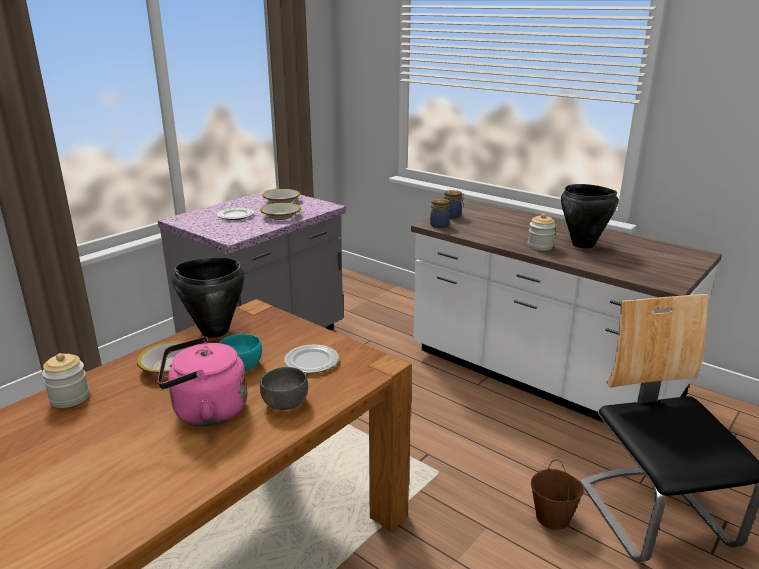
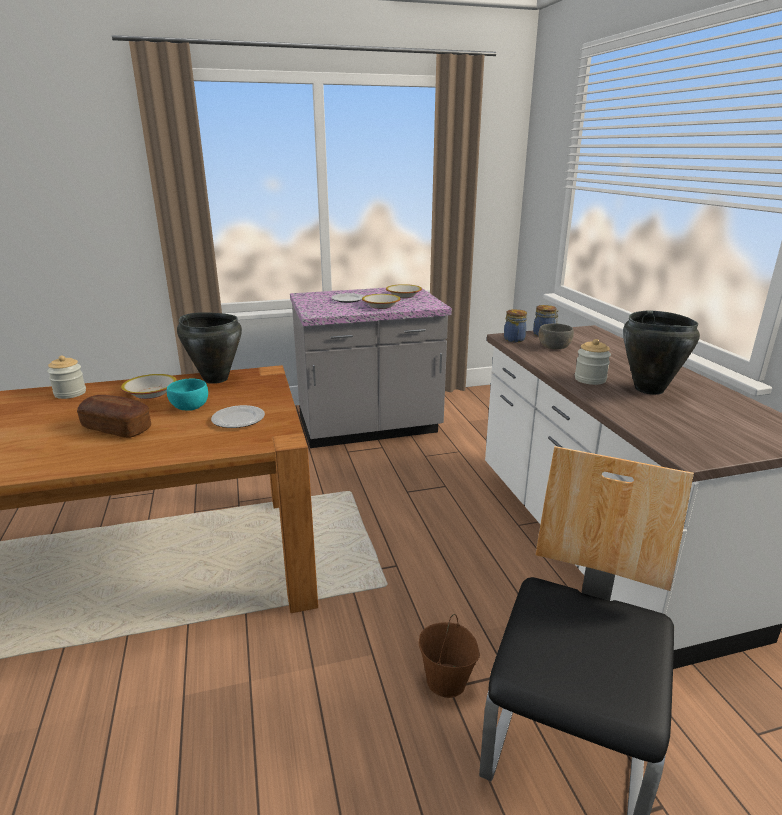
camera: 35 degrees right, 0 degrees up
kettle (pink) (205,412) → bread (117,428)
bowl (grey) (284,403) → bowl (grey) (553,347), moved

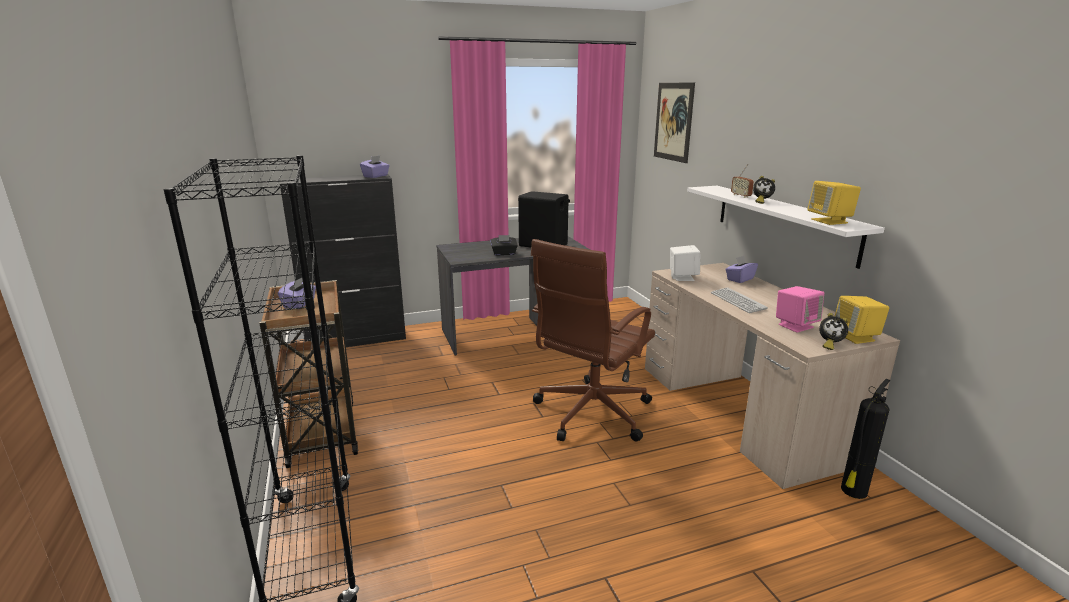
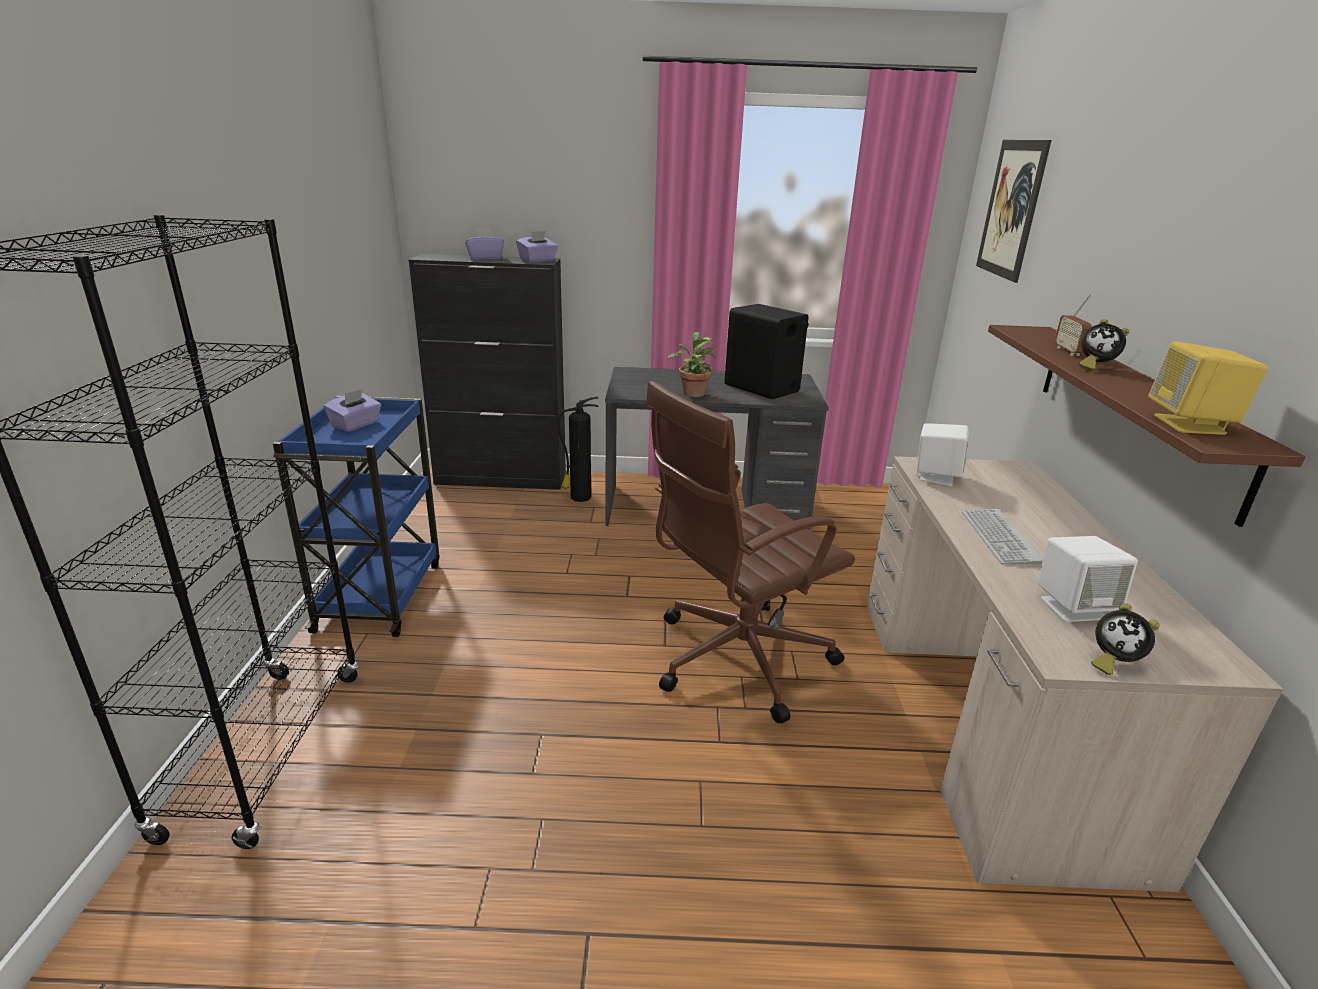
camera: 20 degrees right, 5 degrees up
cart (brown) (322,431) → cart (blue) (380,594)
tissue box (purple) (739,279) → tissue box (purple) (485,258), moved
fire extinguisher (853,492) → fire extinguisher (579,497), moved
tissue box (black) (504,253) → potted plant (692,393)
shelf (white) (783,222) → shelf (brown) (1133,410)
speaker (pink) (795,326) → speaker (white) (1073,608)
speaker (yellow) (856,337) → -

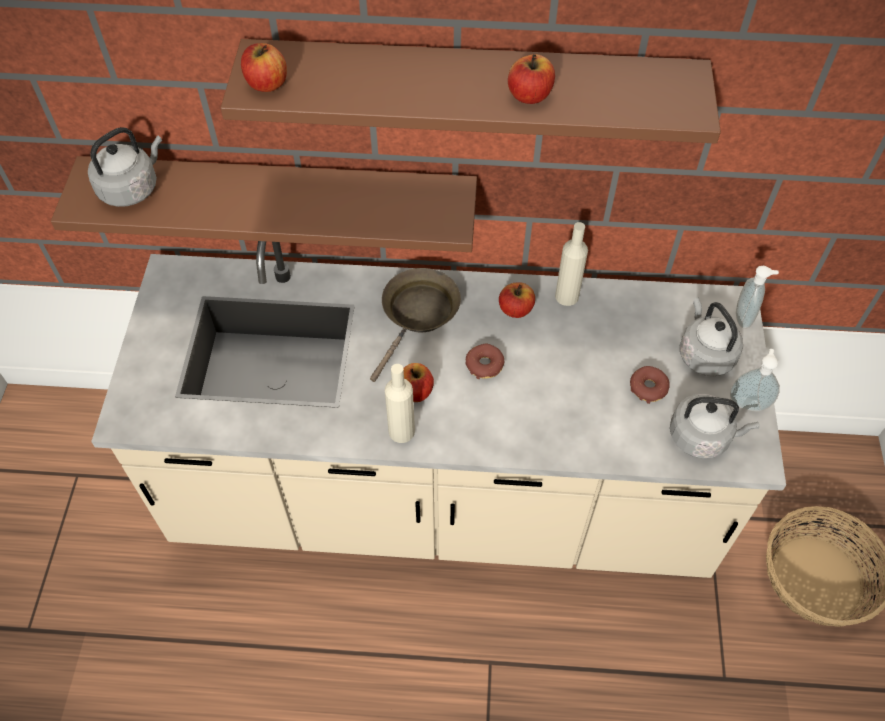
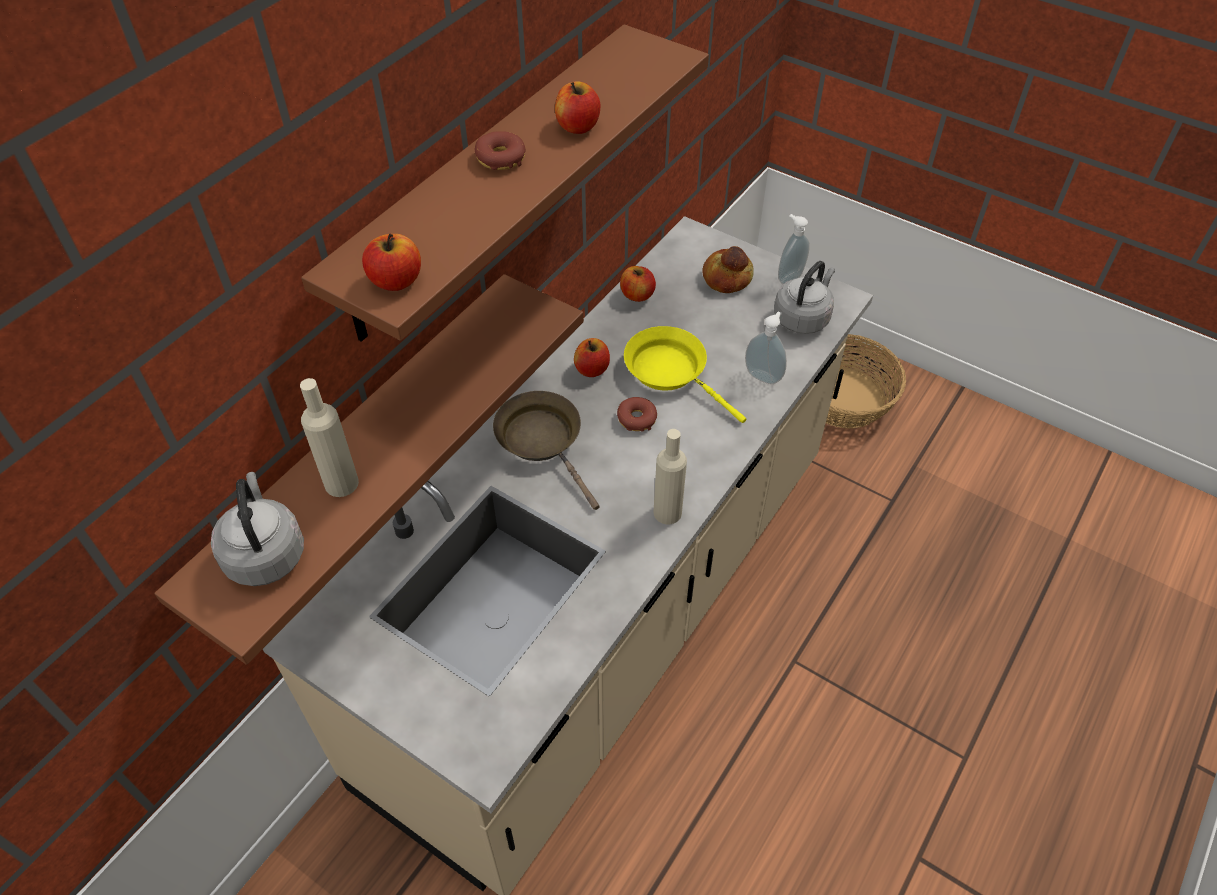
camera: 60 degrees left, 5 degrees down
bottle (beige) (567,296) → bottle (beige) (341,483), moved
donut (648,387) → donut (500,158), moved
apple (416,391) → apple (637,295), moved
- → frying pan (yellow) (671,372)
kettle (grey) (704,354) → bread (726,277)
soap dispenser (744,317) → soap dispenser (763,375), moved

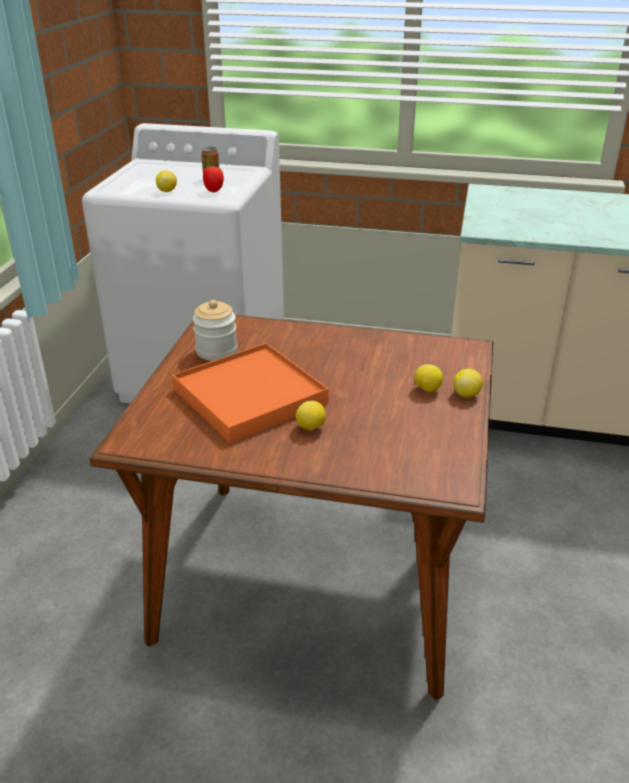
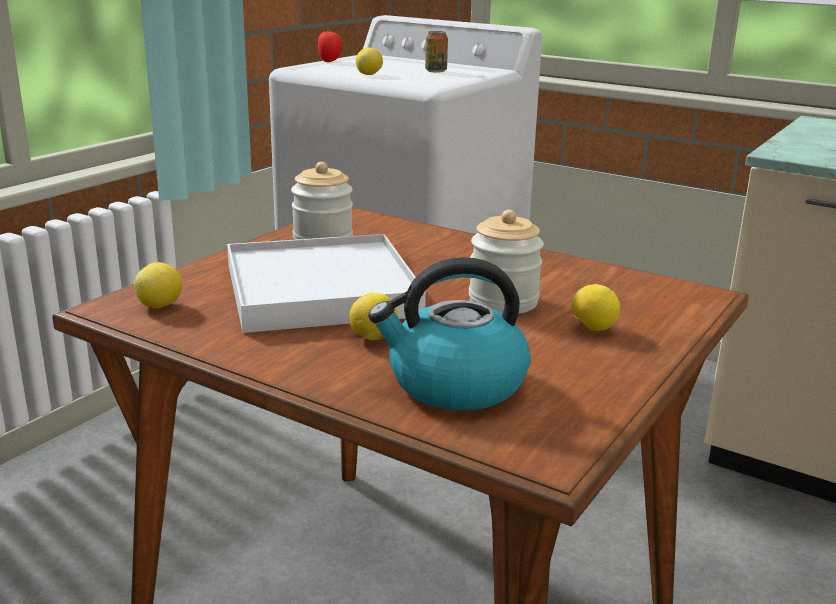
camera: 20 degrees right, 10 degrees down
lemon (466,394) → lemon (161,306), moved
tray (orange) (249,396) → tray (white) (320,291)
tomato (214,190) → tomato (330,61), moved
- → kettle (454,384)
- → jar (503,301)

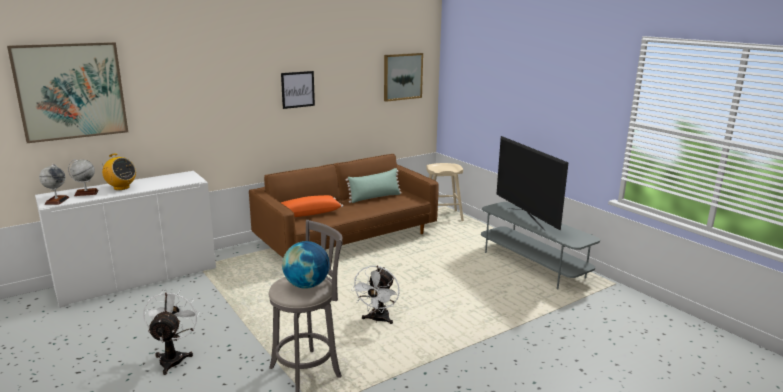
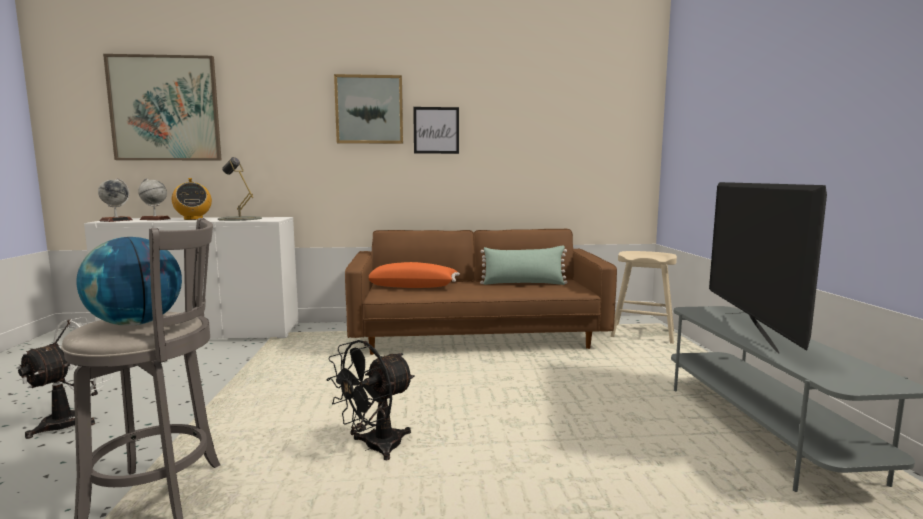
camera: 30 degrees right, 10 degrees down
- → table lamp (grey) (239,219)
fan (white) (377,320) → fan (black) (374,448)
picture (402,76) → picture (369,110), moved

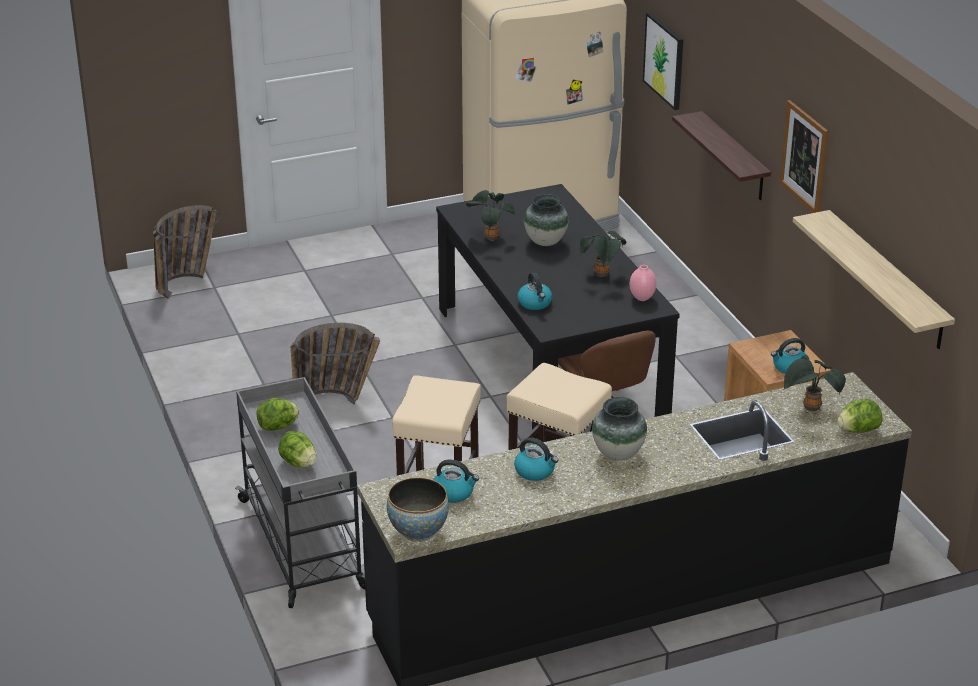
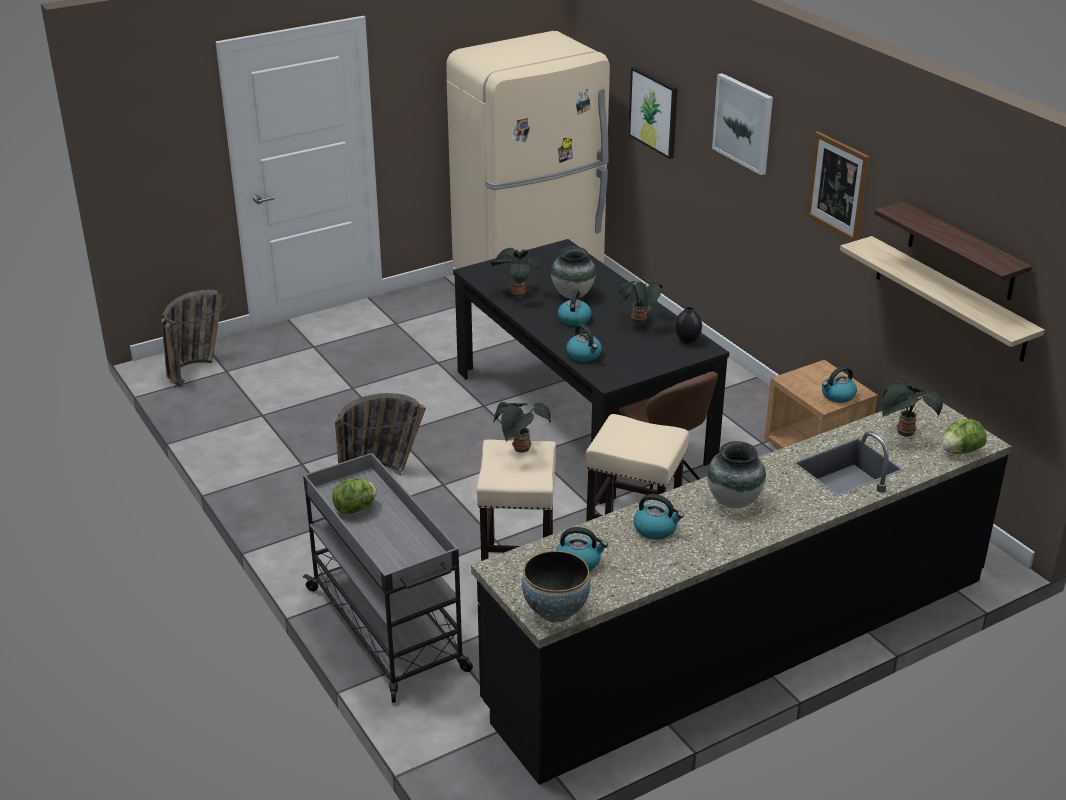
camera: 10 degrees left, 0 degrees up
- → potted plant (521,450)
- → kettle (574,319)
vase (pink) (642,298) → vase (black) (687,340)
- → picture (743,123)
shelf (734,157) → shelf (961,252), moved
lettuce (298,463) → -

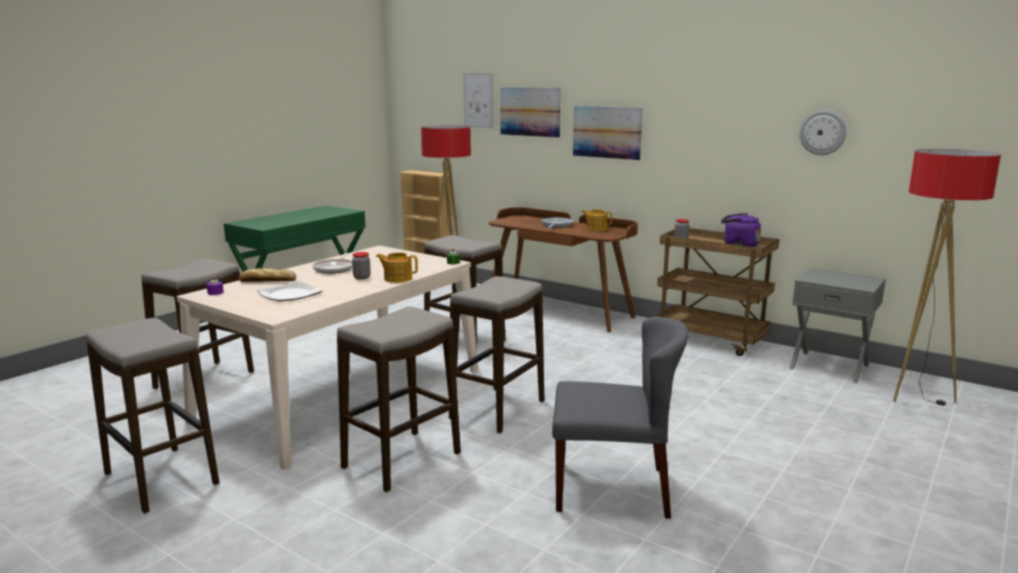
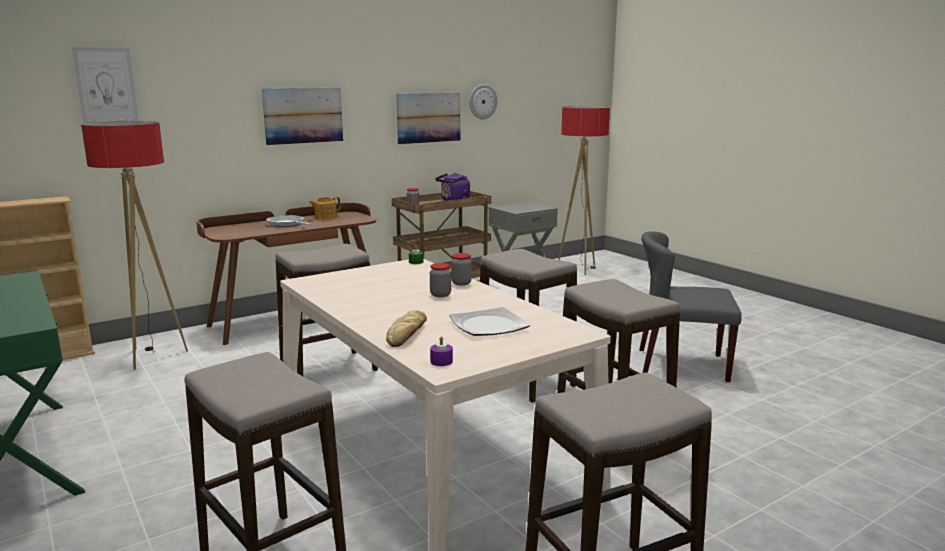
camera: 70 degrees left, 0 degrees up
picture (530,111) → picture (429,117), moved
teapot (397,278) → jar (461,283)
chair (grey) (612,489) → chair (grey) (681,365), 105 degrees counterclockwise
frying pan (334,269) → -

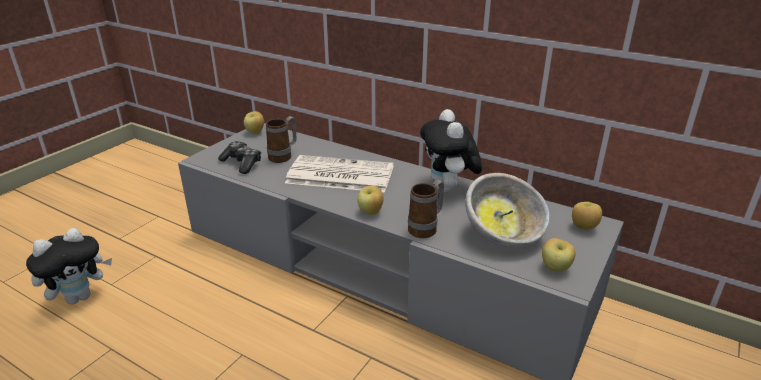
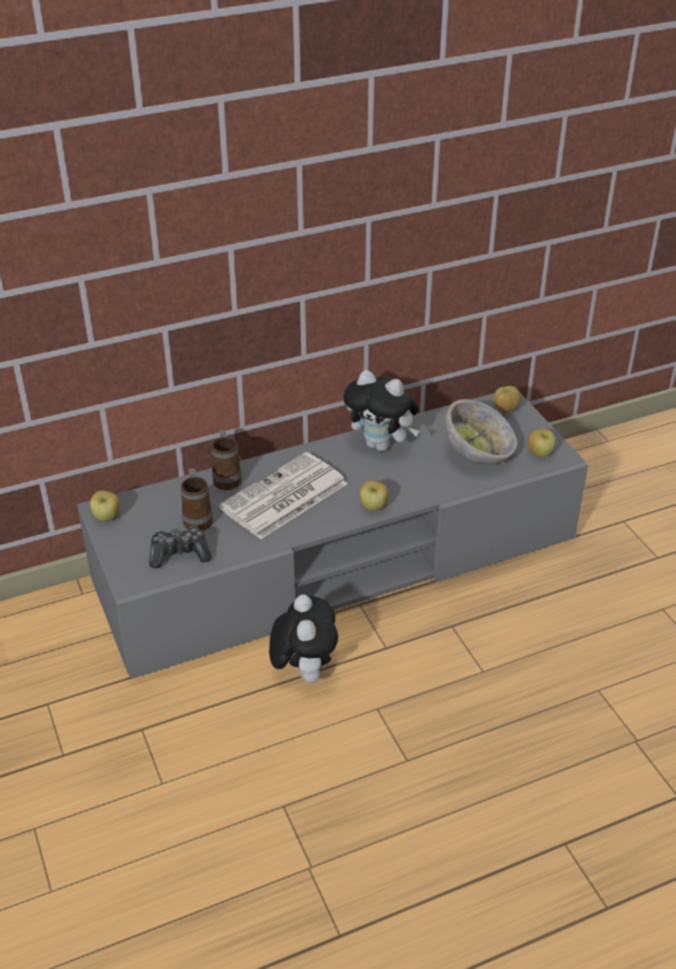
camera: 55 degrees left, 10 degrees up
mug (426,228) → mug (227,477), moved
plush toy (80,297) → plush toy (304,671), moved

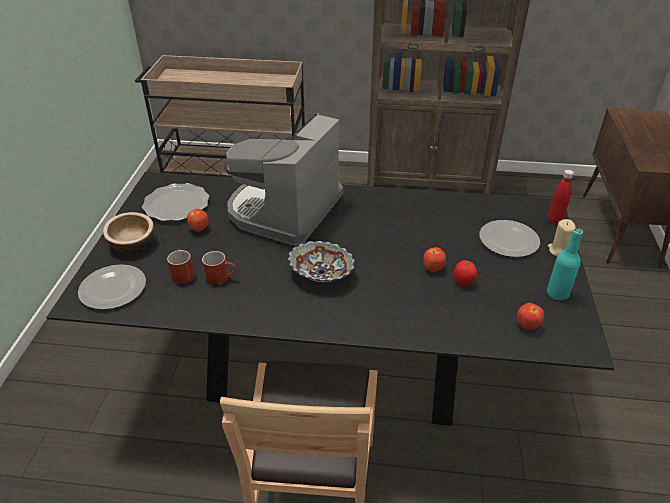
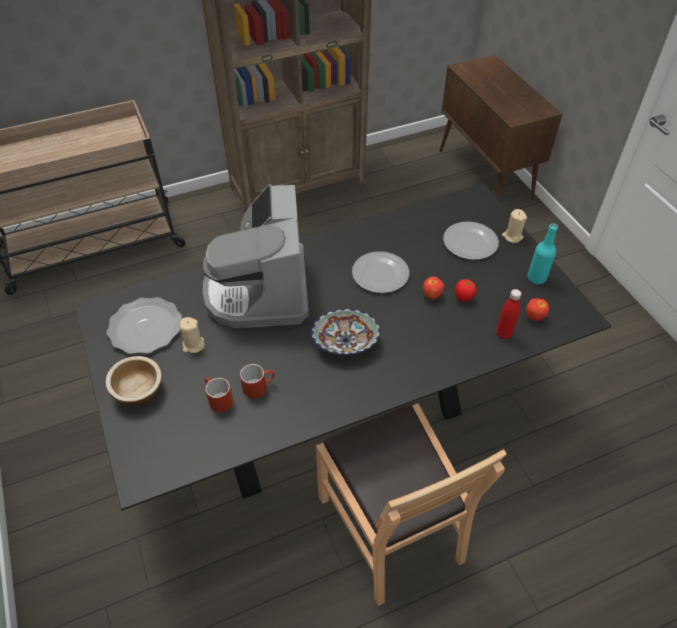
camera: 30 degrees left, 10 degrees up
apple (199,229) → candle (beige) (193,345)
plate (113,289) → plate (381,274), moved
bottle (red) (555,220) → bottle (red) (503,334), moved

